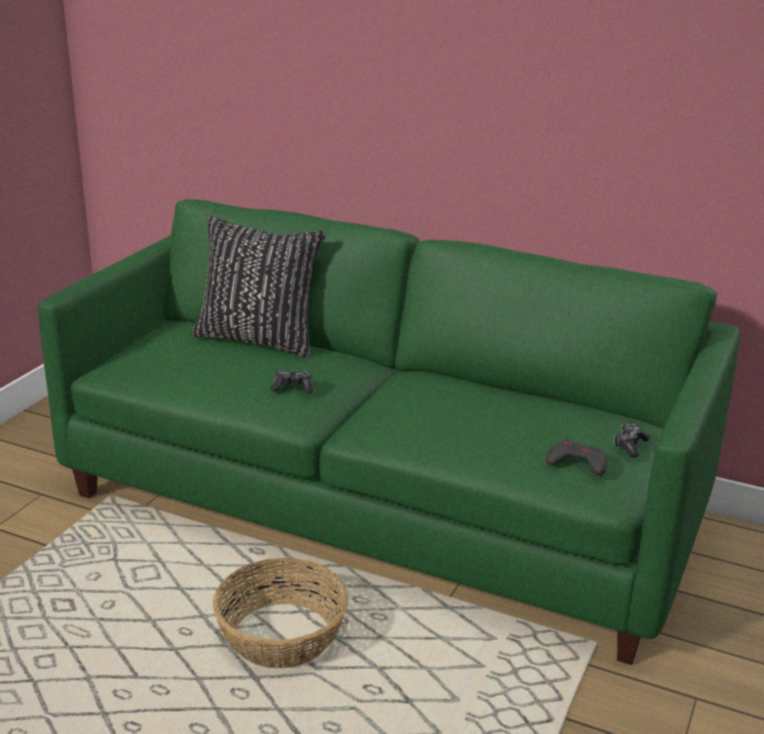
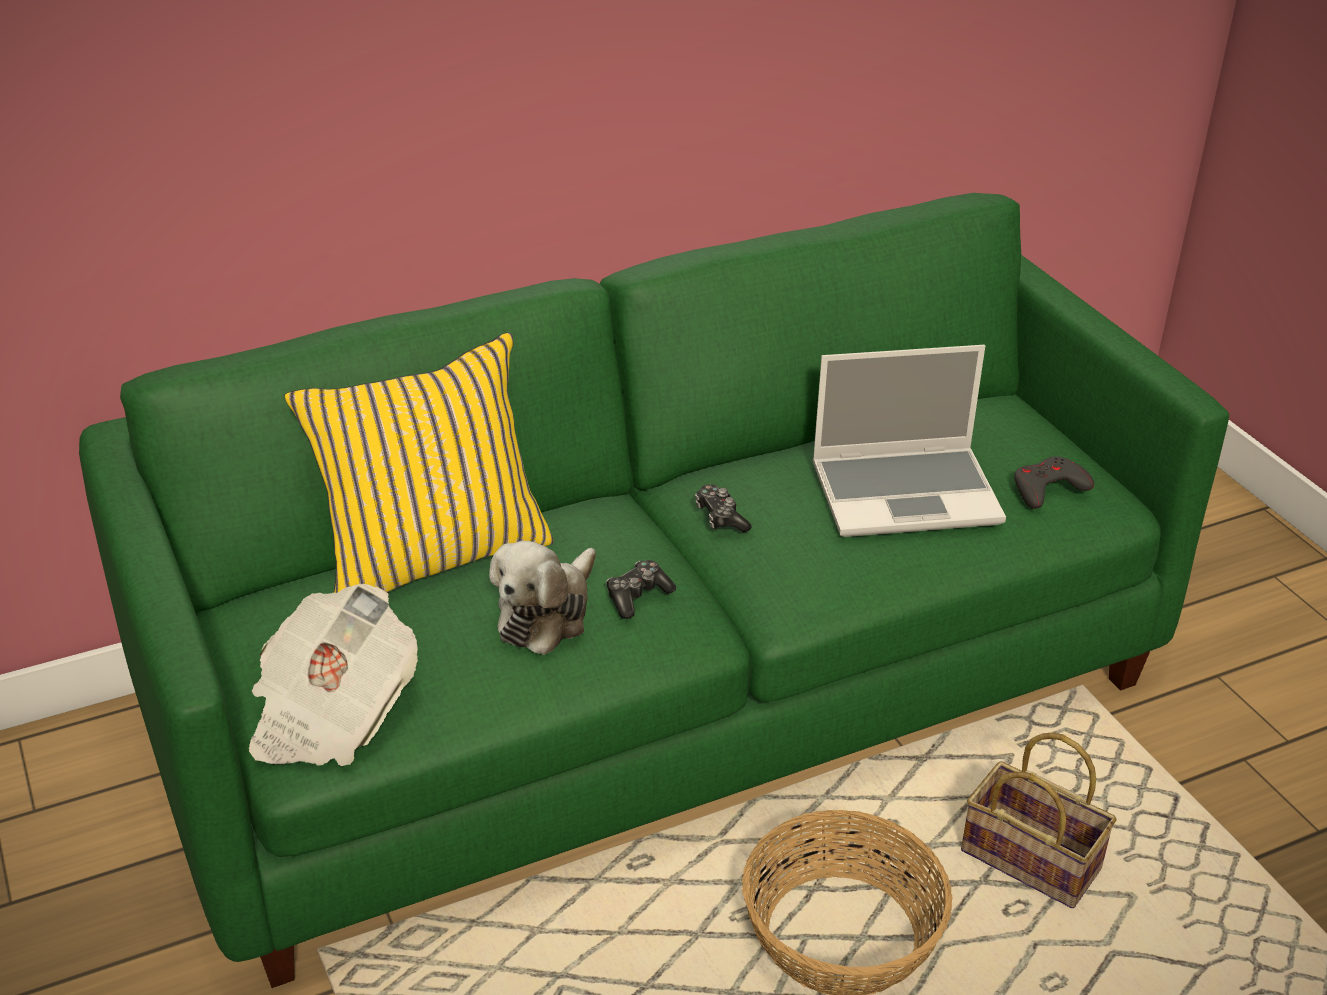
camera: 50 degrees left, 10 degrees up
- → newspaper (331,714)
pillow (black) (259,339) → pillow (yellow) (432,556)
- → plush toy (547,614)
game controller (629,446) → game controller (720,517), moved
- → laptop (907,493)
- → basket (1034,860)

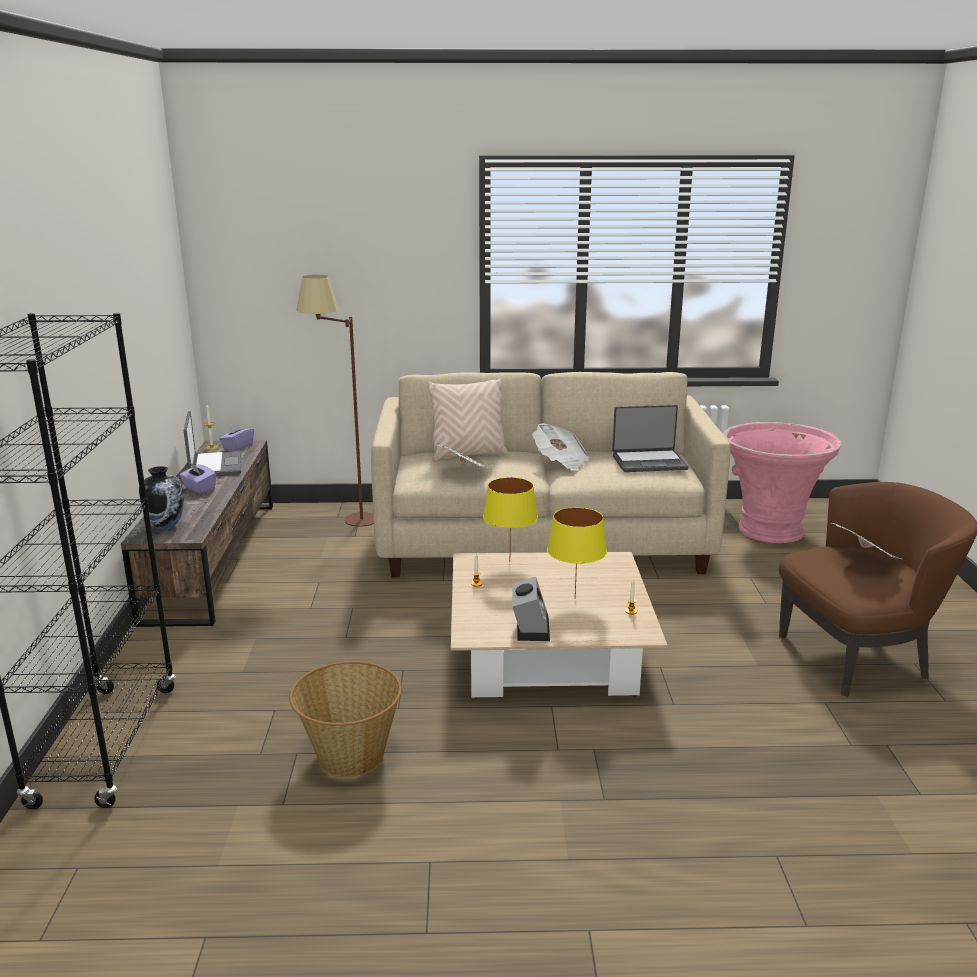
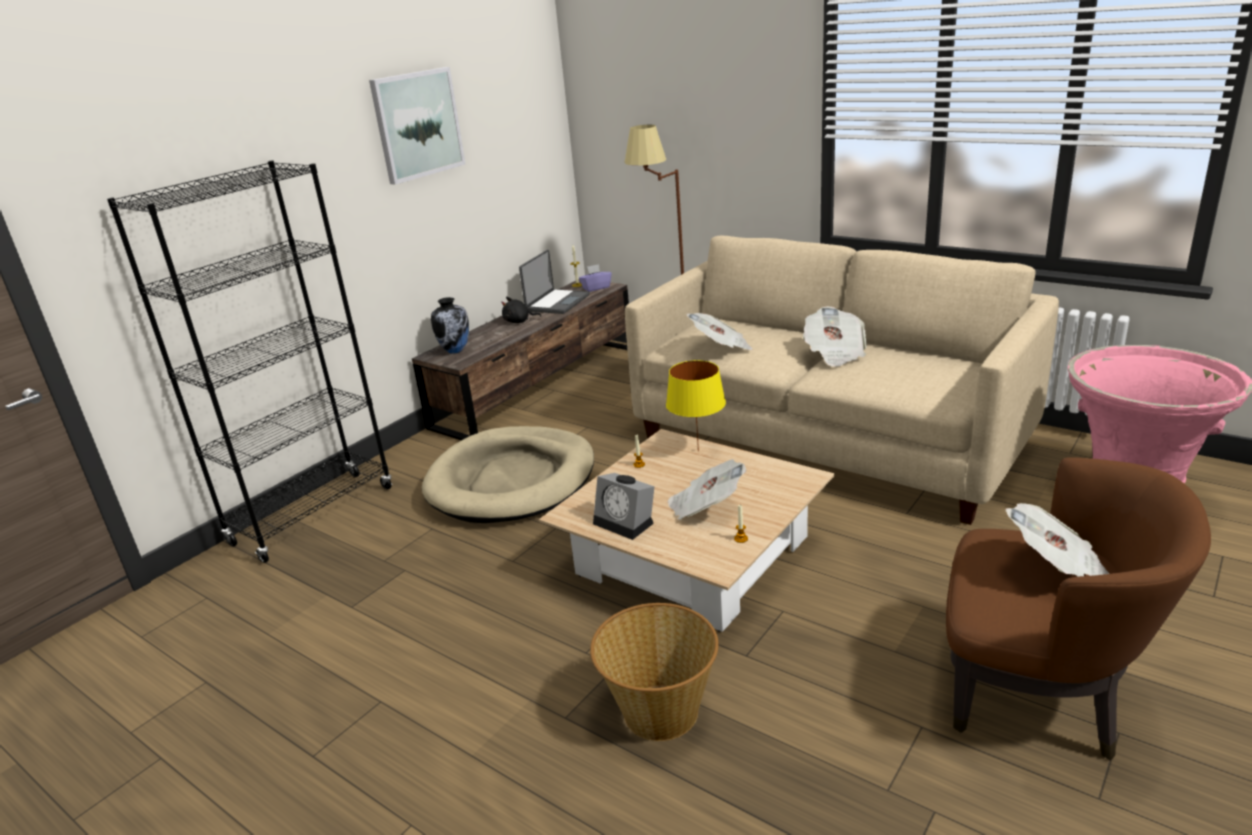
camera: 40 degrees right, 5 degrees up
- → picture (417,124)
- → dog bed (beige) (512,480)
tissue box (purple) (199,488) → plush toy (black) (519,321)
basket (350,755) → basket (660,711), moved
alarm clock (530,627) → alarm clock (626,522), 90 degrees clockwise
table lamp (yellow) (574,598) → newspaper (705,507)
pillow (beige) (468,455) → -
laptop (649,462) → -

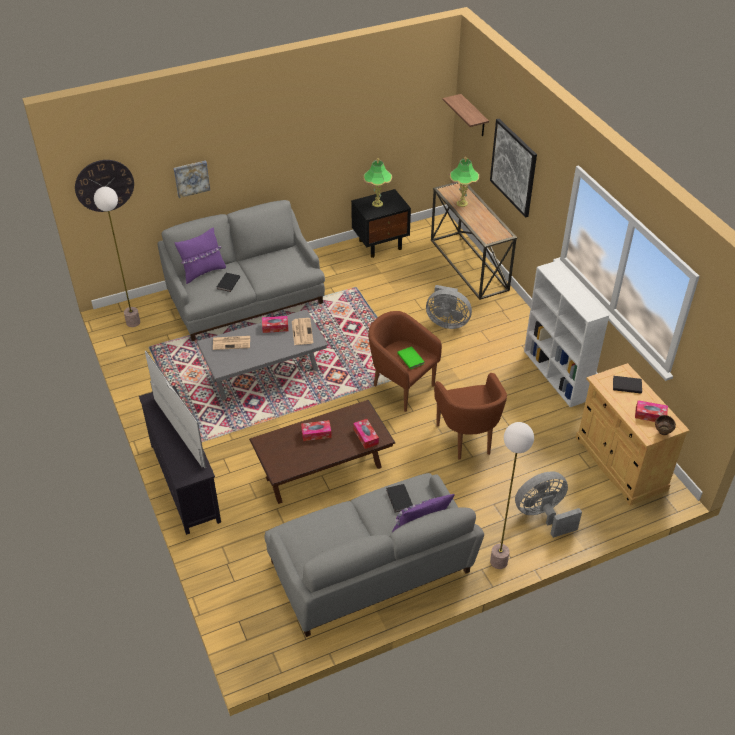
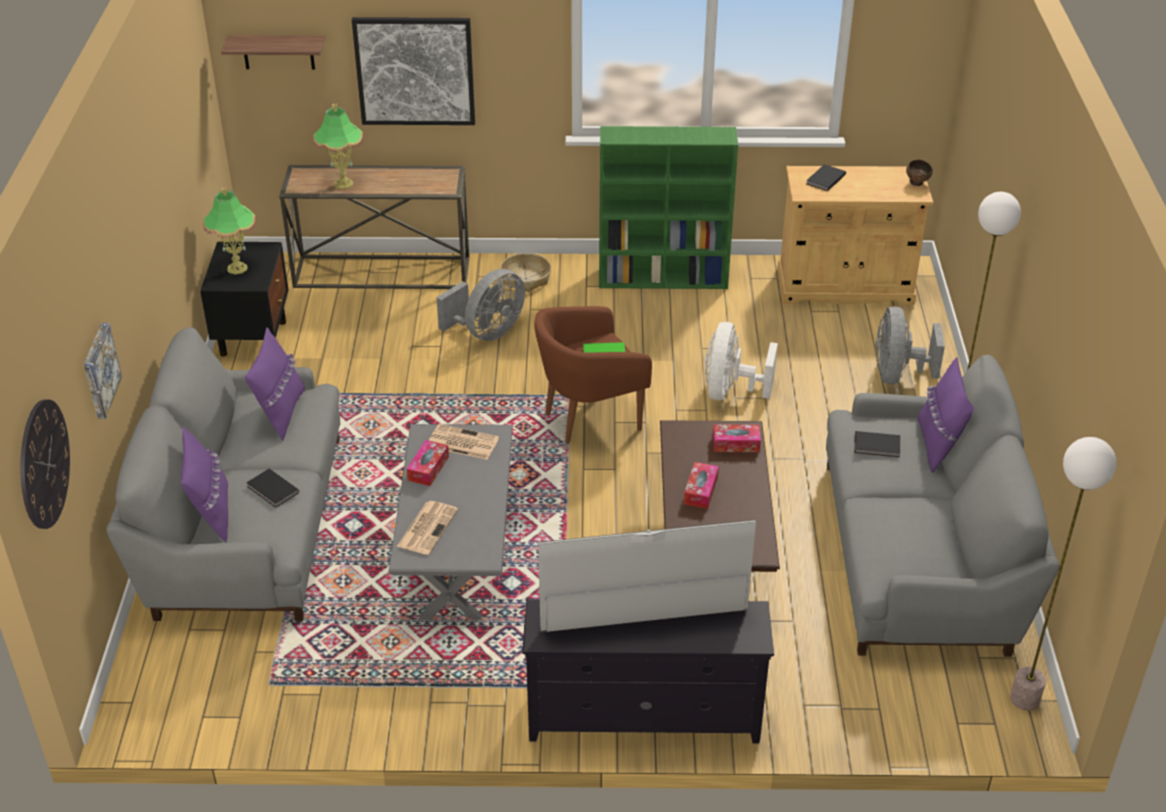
camera: 65 degrees left, 5 degrees down
- → pillow (purple) (280,413)
- → basket (526,278)
bookcase (white) (556,375) → bookcase (green) (664,278)
armchair (brown) (467,439) → fan (white) (730,391)
floor lamp (133,322) → floor lamp (1025,699), moved
tissue box (650,415) → -

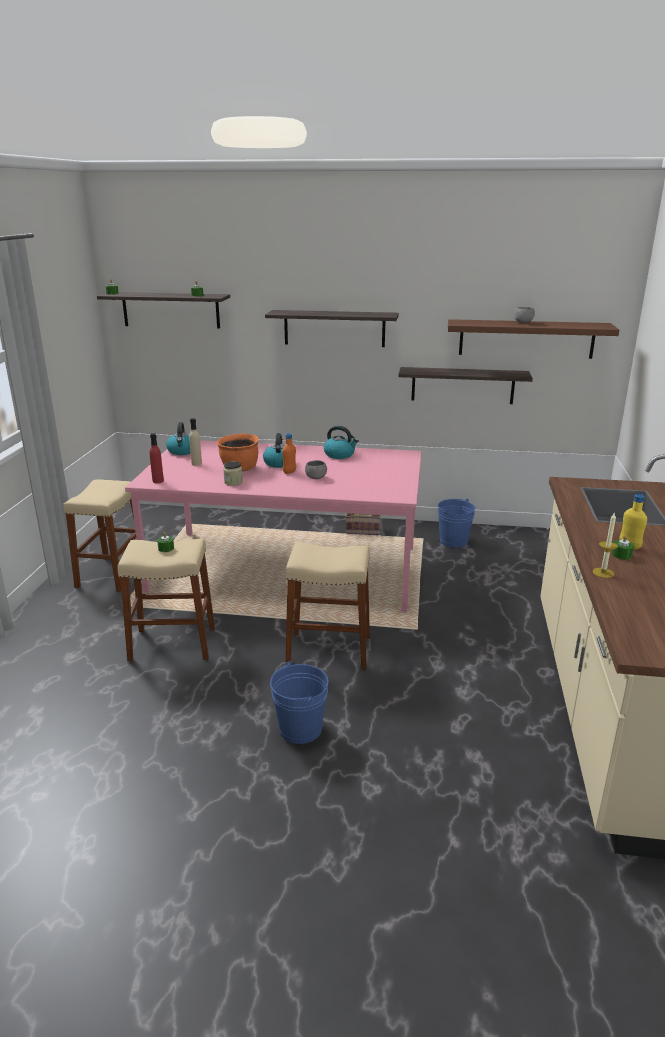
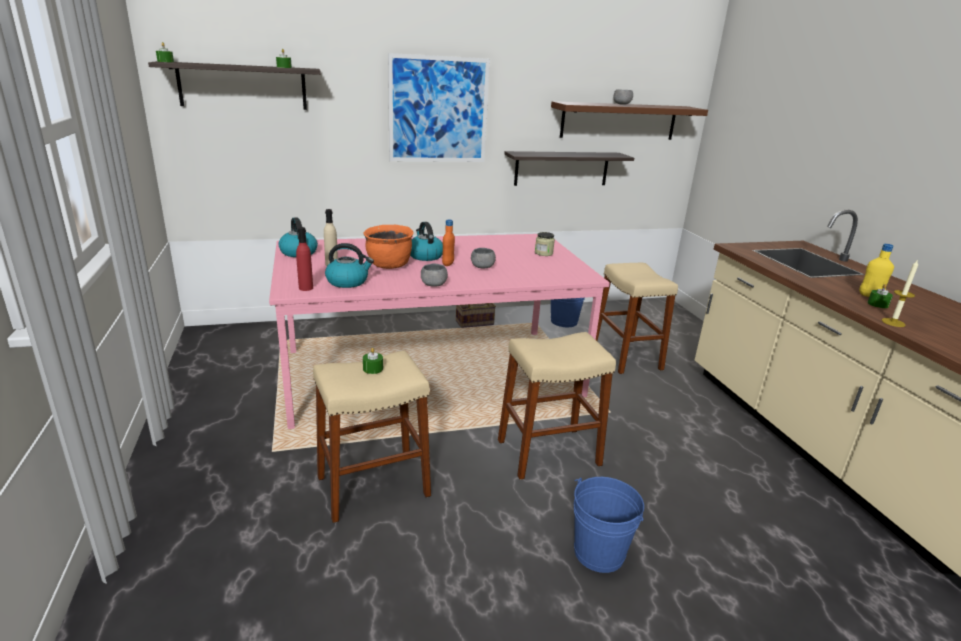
camera: 25 degrees left, 0 degrees up
kettle (340,454) → kettle (348,282), moved
shelf (334,328) → picture (438,110)
- → bowl (grey) (433,285)
jar (233,482) → jar (543,253), moved
stool (beige) (112,573) → stool (beige) (626,356), moved

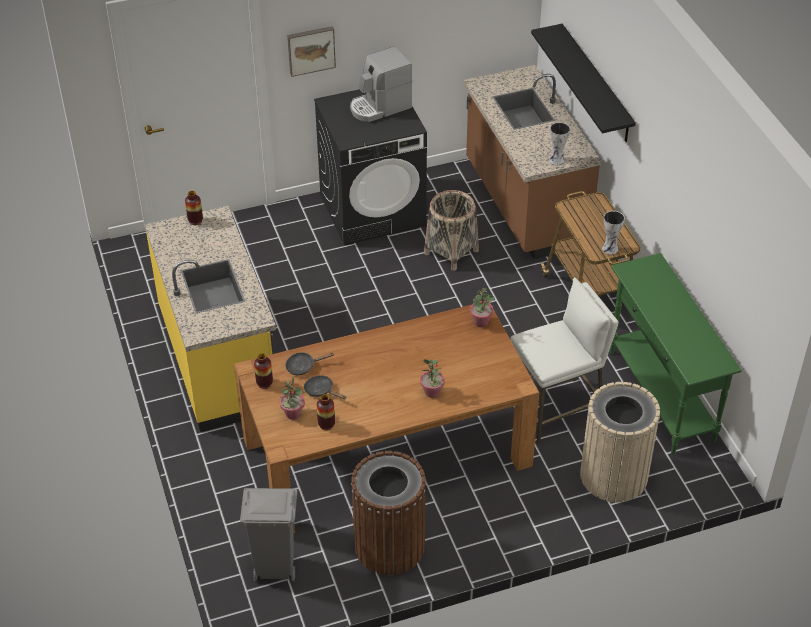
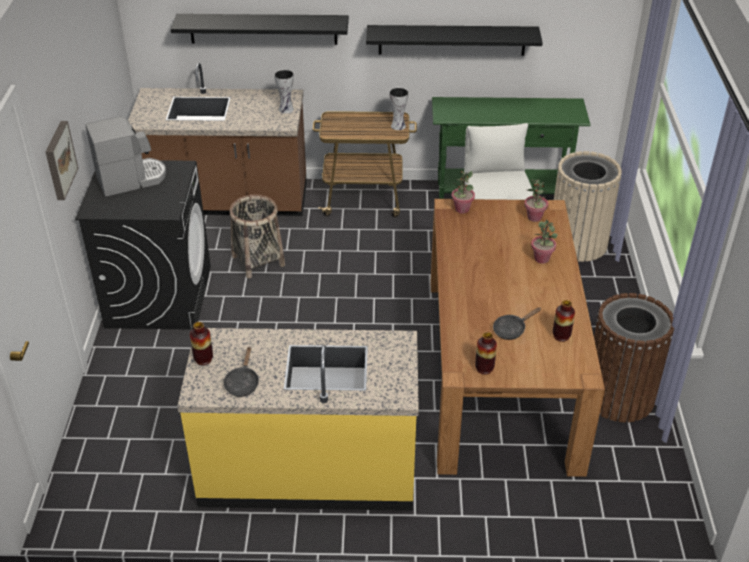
camera: 70 degrees left, 5 degrees down
coffee machine (380,107) → coffee machine (131,179), 105 degrees counterclockwise
frying pan (black) (303,366) → frying pan (black) (242,383), moved
- → shelf (black) (452,40)
potted plant (293,414) → potted plant (534,217), moved
trash can (grey) (274,569) → -

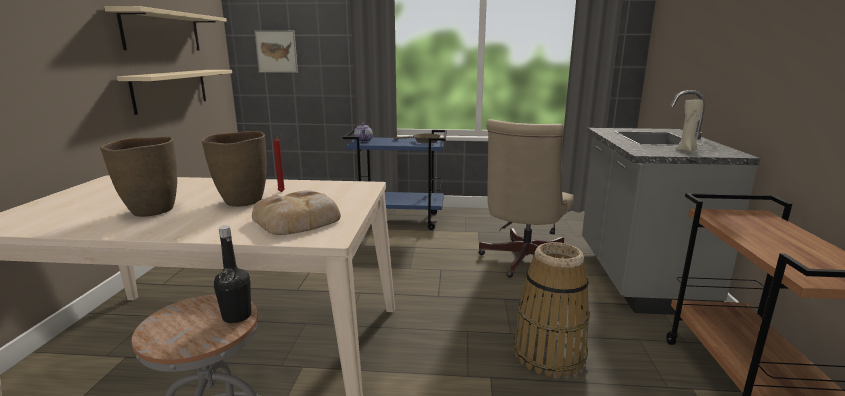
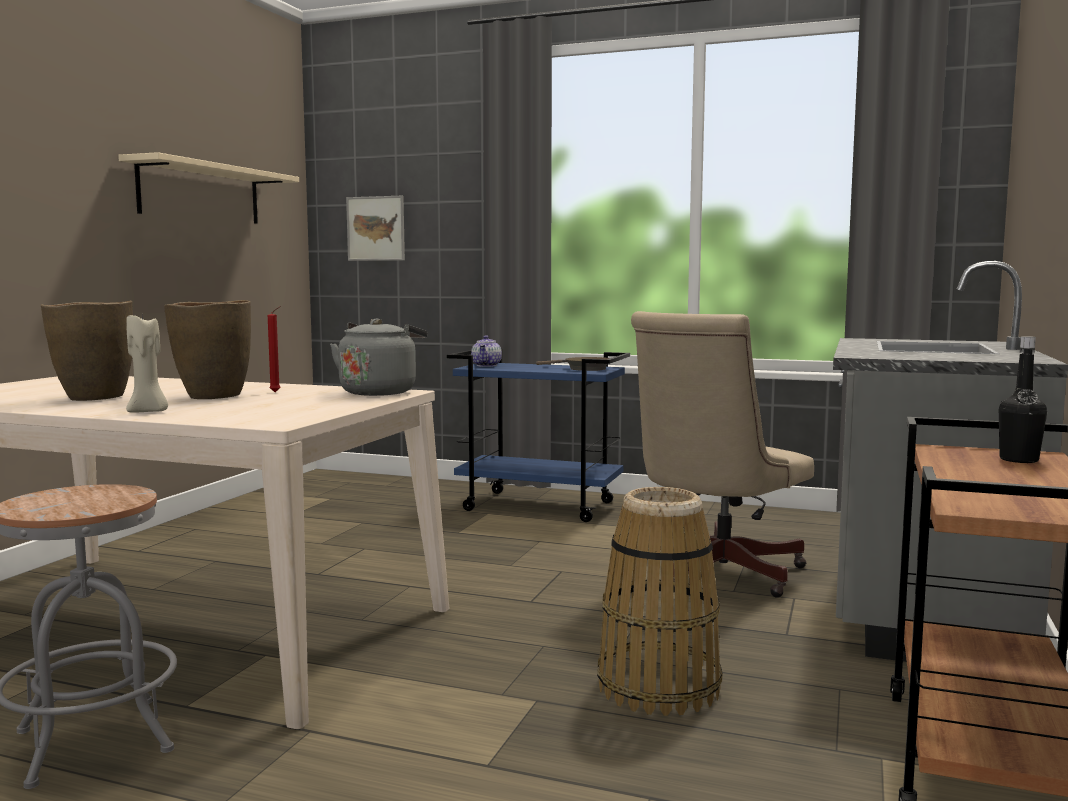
camera: 15 degrees right, 10 degrees down
candle (beige) (686,150) → candle (beige) (149,412), moved
- → kettle (grey) (380,392)
bottle (black) (237,316) → bottle (black) (1018,460), moved
shelf (beige) (171,90) → -
bread (299,220) → -

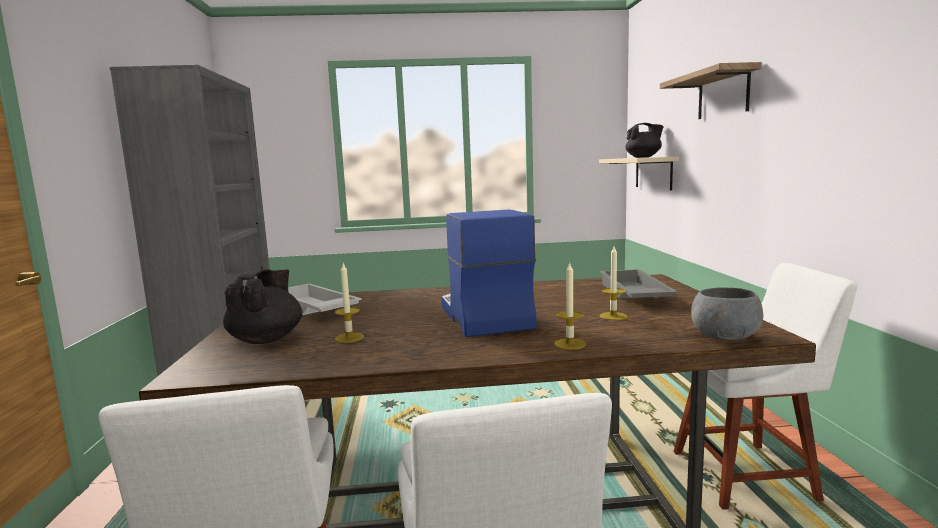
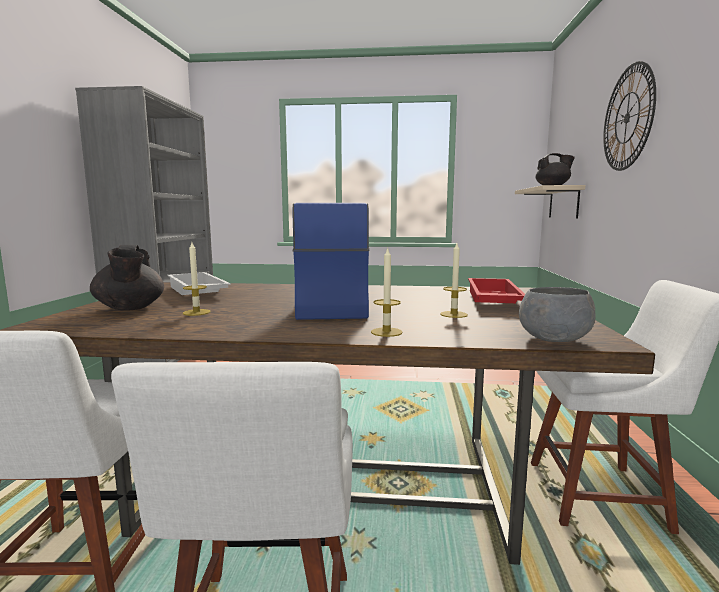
camera: 10 degrees right, 0 degrees up
teapot (black) (267,339) → teapot (black) (130,308), 135 degrees clockwise
tray (grey) (632,294) → tray (red) (491,300)
shelf (723,94) → wall clock (627,118)

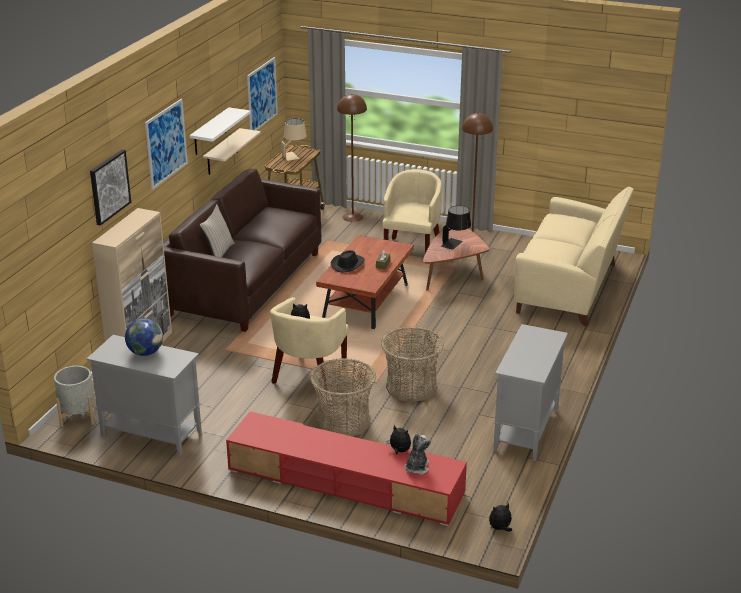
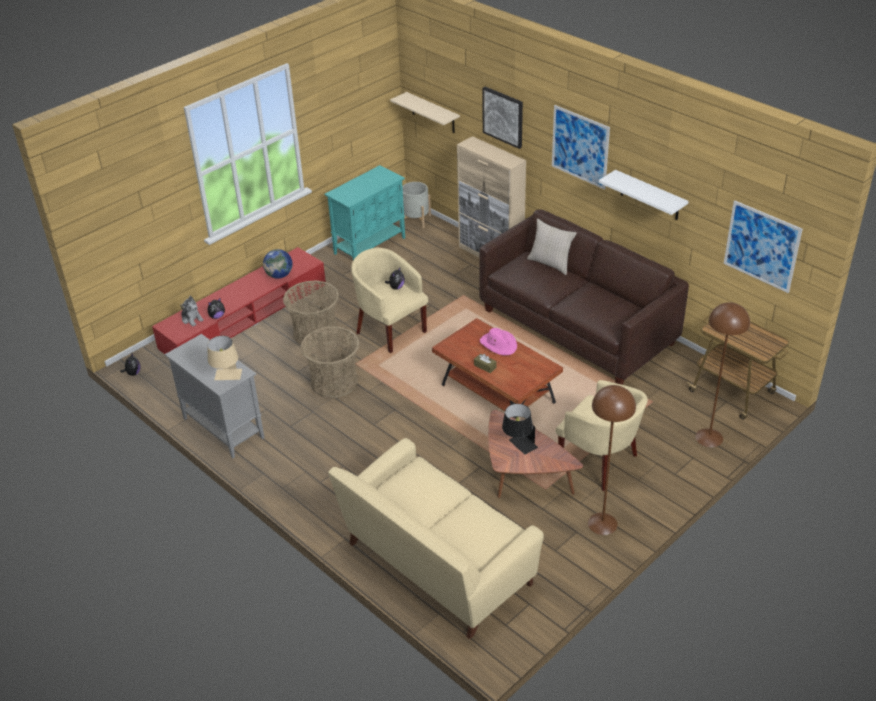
camera: 115 degrees right, 10 degrees up
table lamp (beige) (294,155) → table lamp (beige) (227,378), moved
globe (145,352) → globe (279,275), moved
cabinet (grey) (150,434) → cabinet (turquoise) (370,245)
shelf (beige) (222,152) → shelf (beige) (433,113), moved
hat (black) (348,264) → hat (pink) (499,344)

